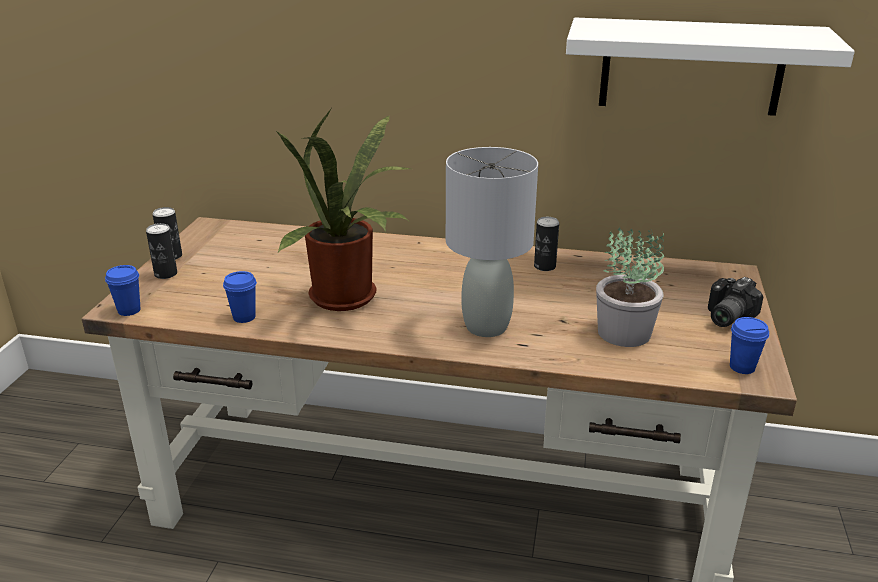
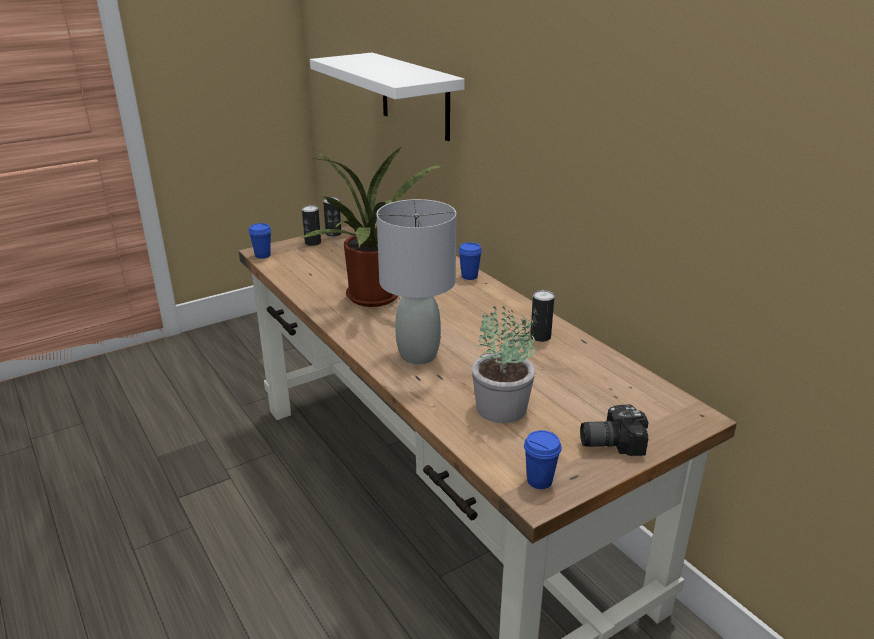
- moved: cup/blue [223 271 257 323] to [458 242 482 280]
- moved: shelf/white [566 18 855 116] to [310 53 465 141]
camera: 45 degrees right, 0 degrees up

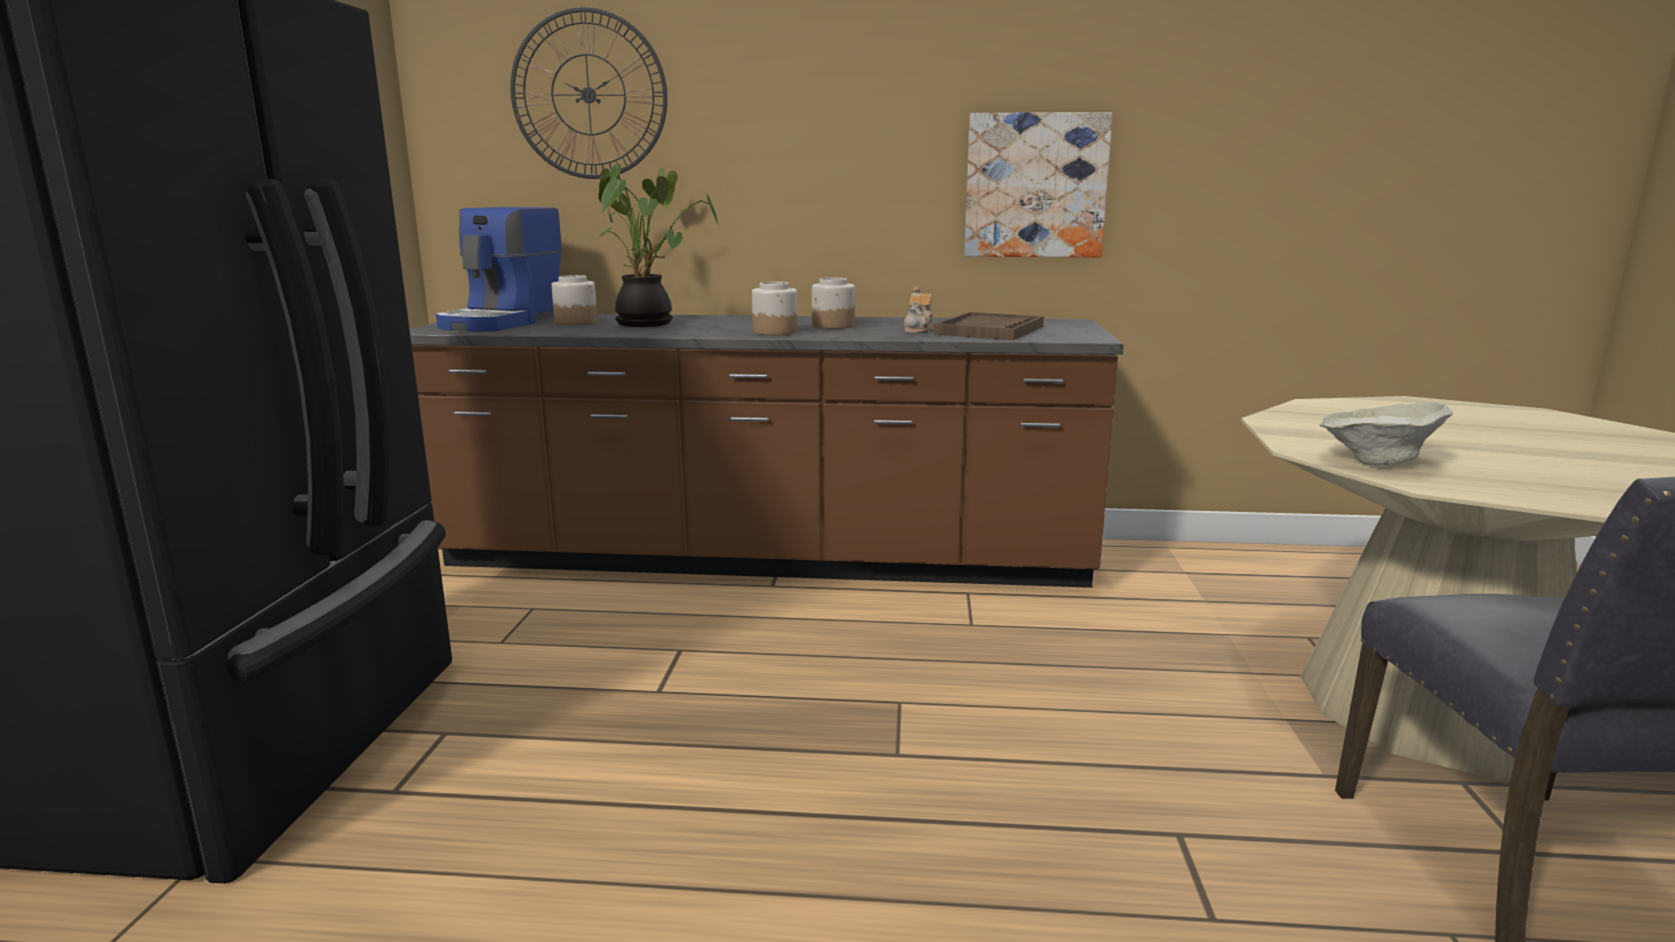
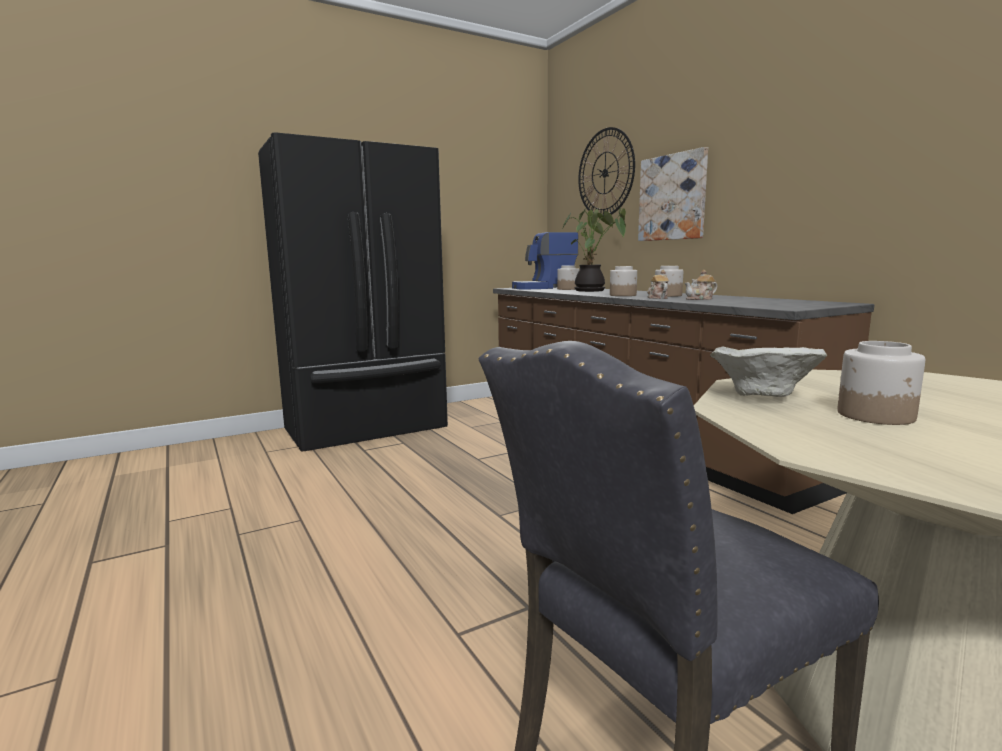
- removed: tray/brown [933 312 1044 340]
- moved: picture [964 112 1113 258] to [638 147 708 241]
- added: teapot [647 270 669 299]
- added: jar [837 341 925 425]
camera: 55 degrees right, 5 degrees down

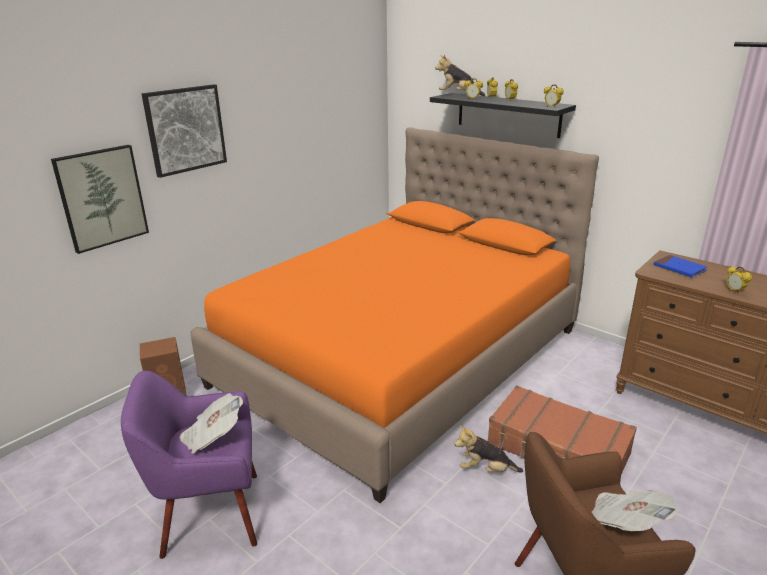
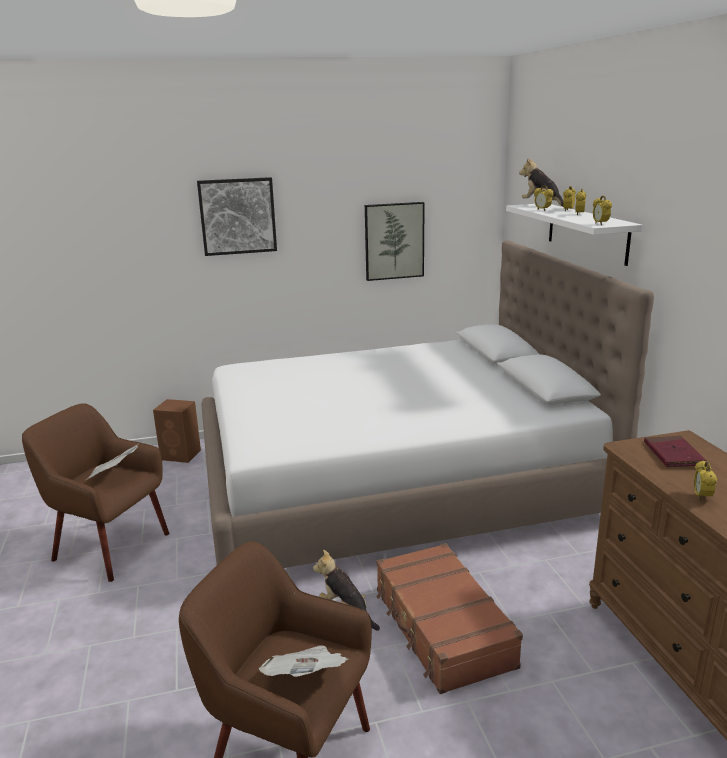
- moved: picture [51 145 149 254] to [365 202 425 281]
- recoloured: armchair/purple [121 371 257 559] to armchair/brown [22 403 169 582]
- recoloured: bed/orange [190 128 599 503] to bed/white [201 240 654 568]
- recoloured: shelf/black [430 93 576 138] to shelf/white [506 204 643 266]
- recoloured: book/blue [653 255 707 278] to book/red [644 436 706 467]
camera: 35 degrees right, 5 degrees down

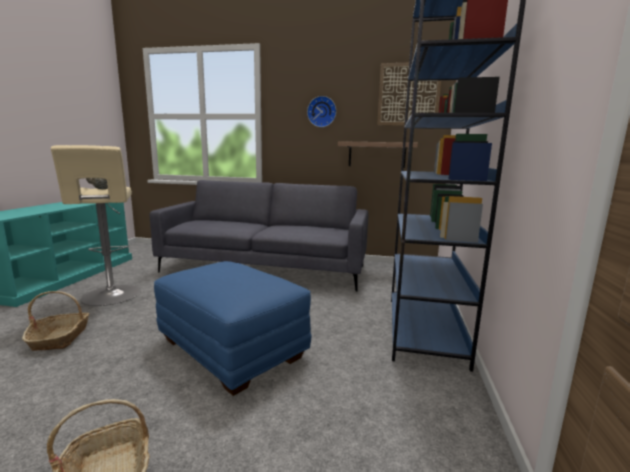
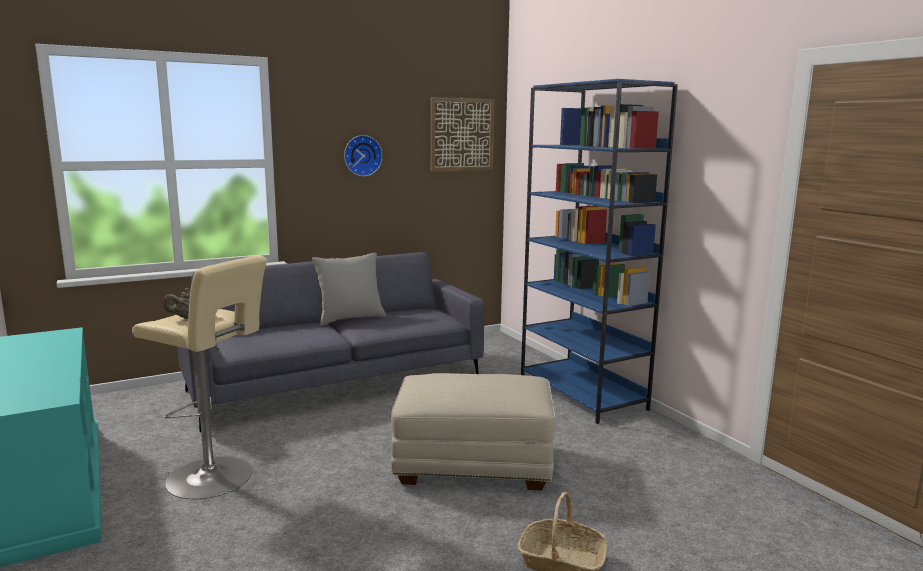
- removed: basket [22 291 89 351]
- recoloured: ottoman/blue [154 261 311 396] to ottoman/beige [391 373 556 491]
- removed: shelf [338 141 418 168]
- added: pillow/grey [312 253 386 326]
camera: 40 degrees left, 0 degrees up

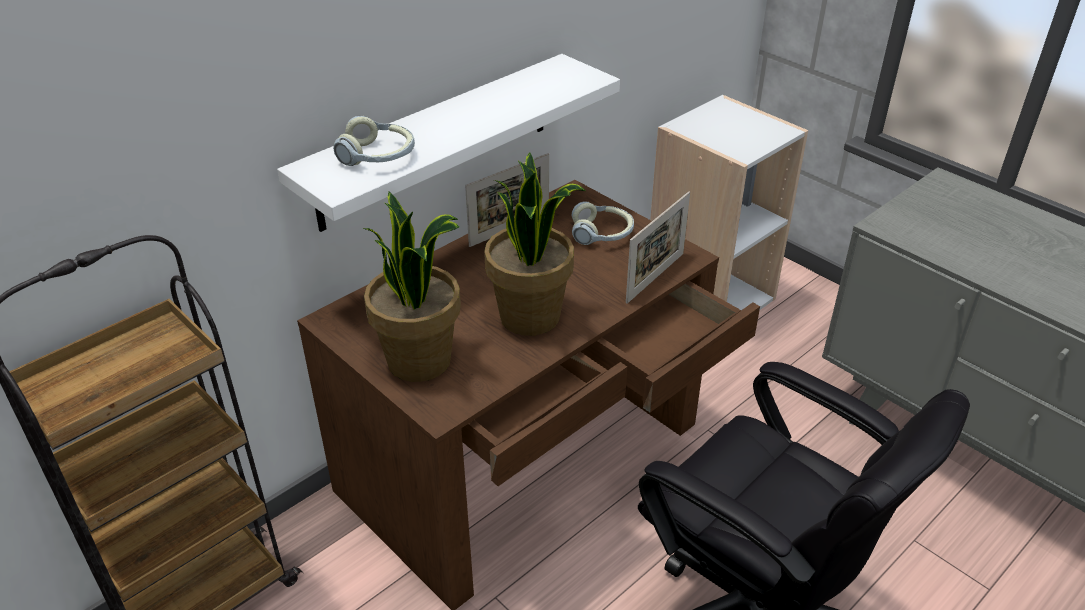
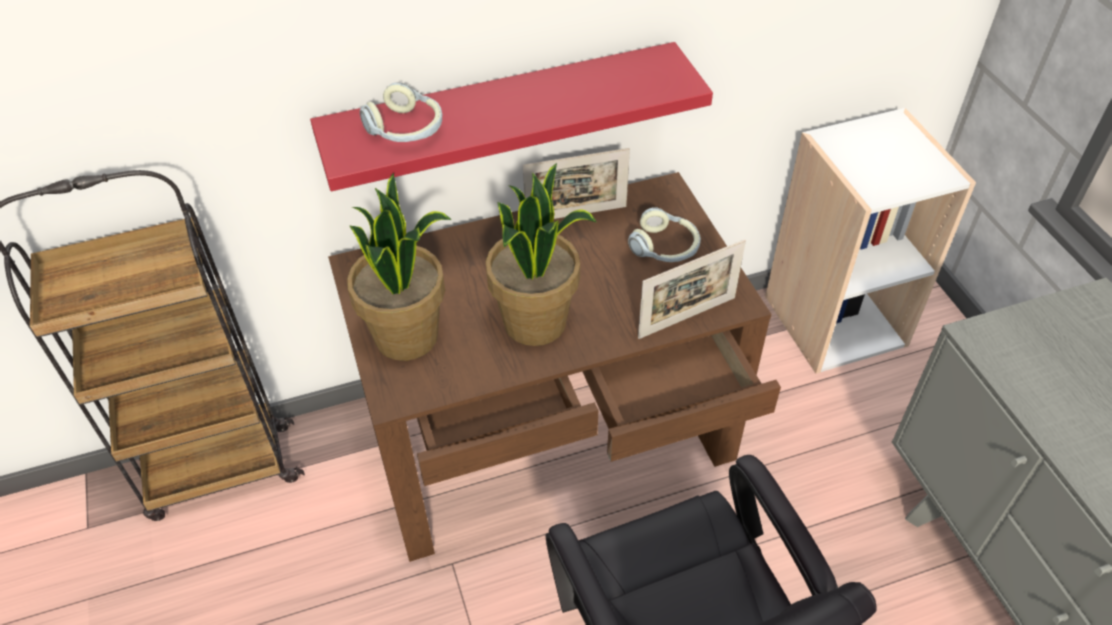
- recoloured: shelf/white [277 54 620 232] to shelf/red [310 42 713 191]
camera: 25 degrees right, 10 degrees up

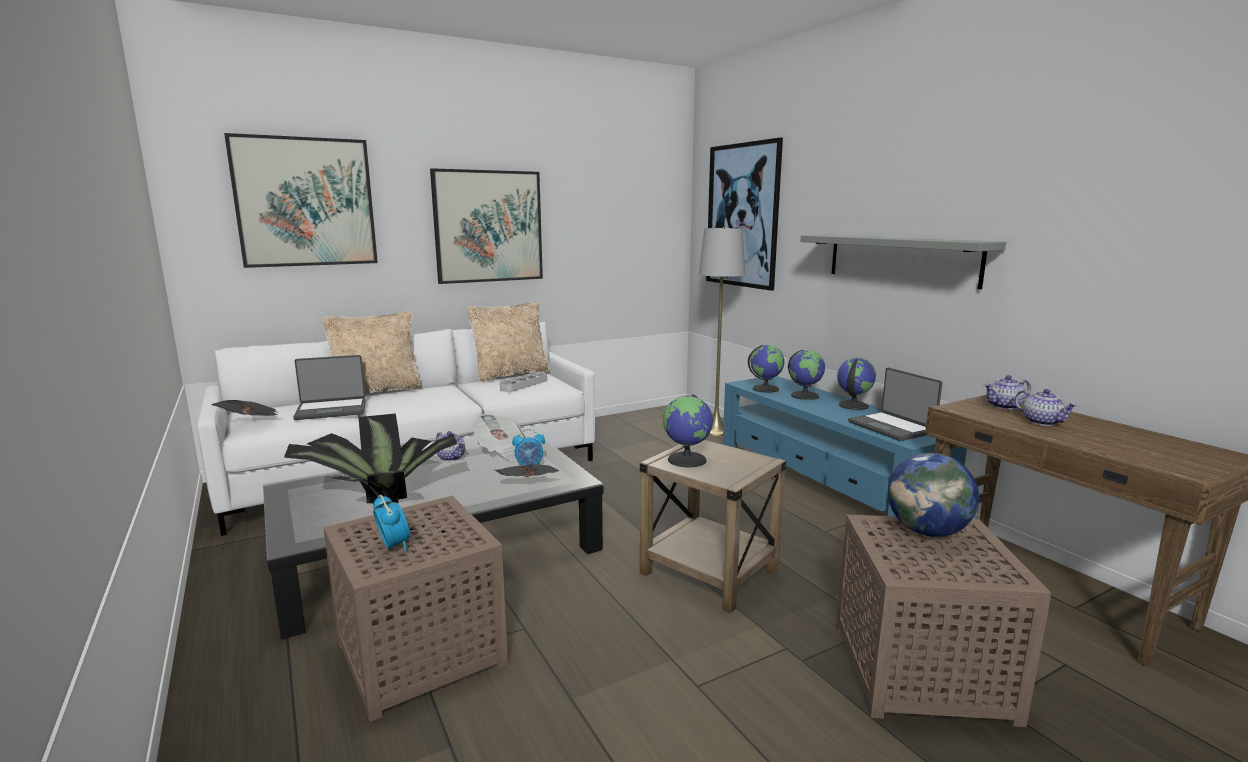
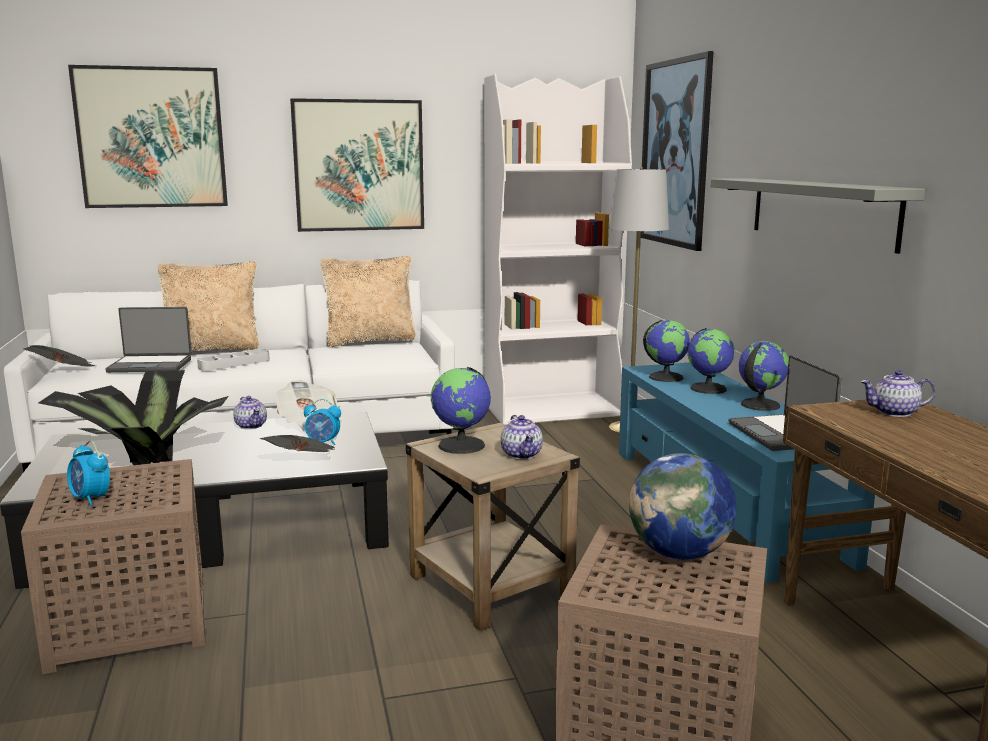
- turned: alarm clock [373 495 411 552] = [67 440 110 506] 150 degrees clockwise
- moved: tray/grey [500 372 547 392] to [197 349 270 371]
- moved: teapot [1014 389 1078 426] to [501 415 543 459]
- added: bookcase/white [484 73 632 425]
camera: 15 degrees right, 0 degrees up

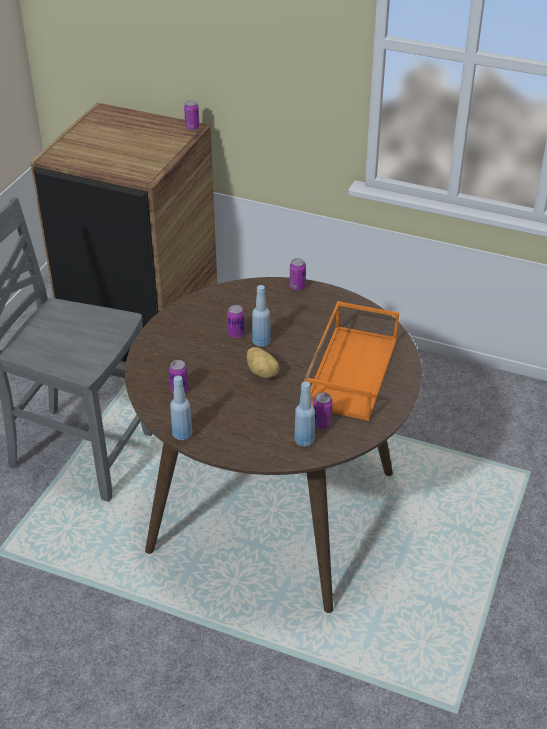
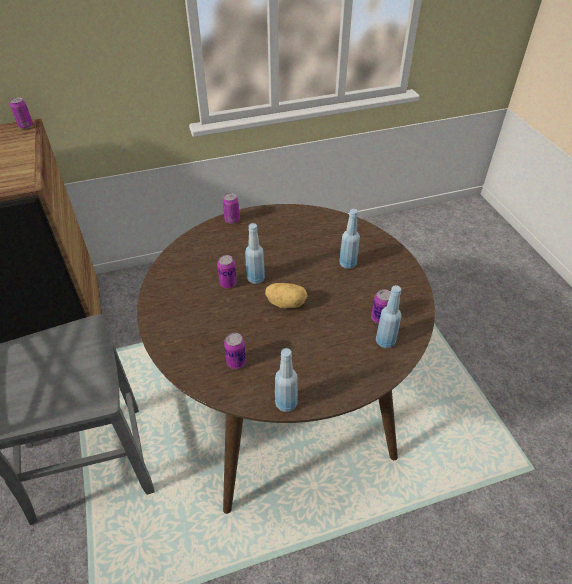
- replaced: tray/orange [304 301 399 421] to bottle/blue [339 209 360 269]
camera: 40 degrees left, 5 degrees up

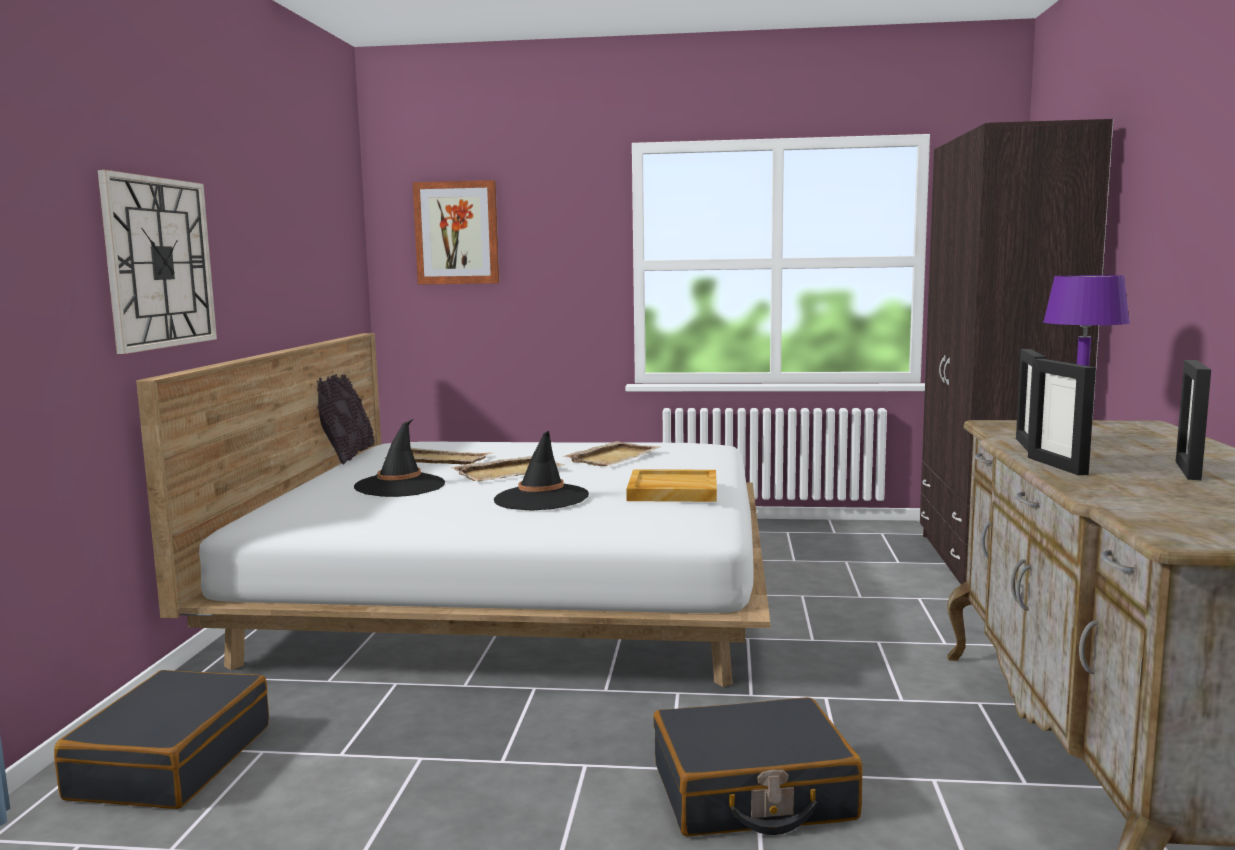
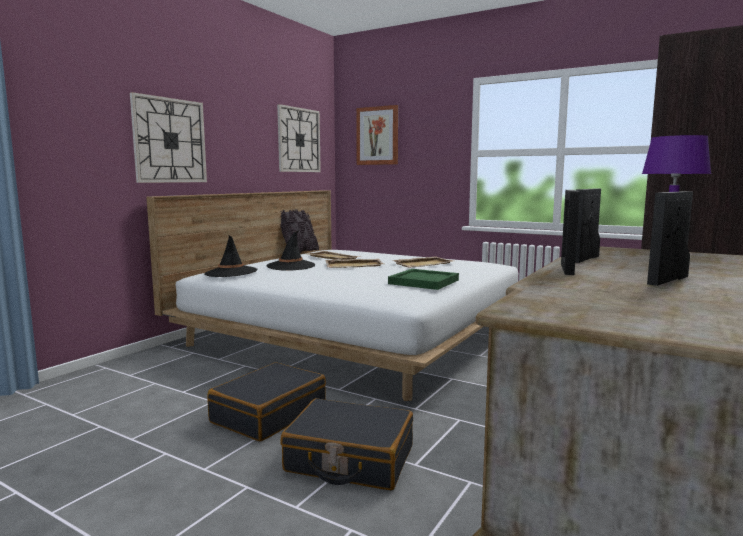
- moved: suitcase/black [54 670 269 809] to [207 362 326 442]
- moved: hat/black [494 431 589 511] to [204 236 257 277]
- recoloured: tray/beige [626 469 717 502] to tray/green [388 269 459 290]
- added: wall clock [277 104 321 172]
camera: 25 degrees right, 0 degrees up

